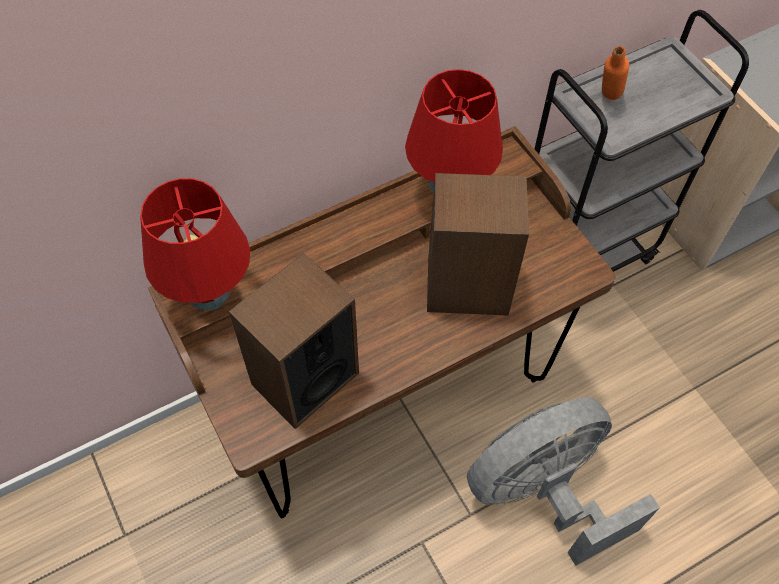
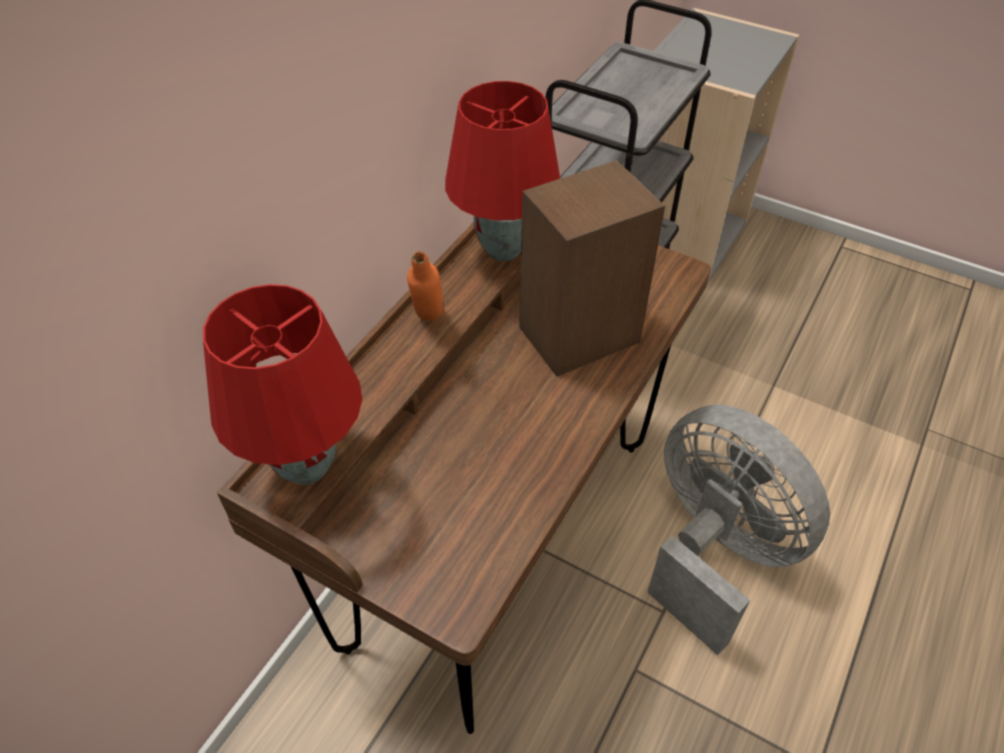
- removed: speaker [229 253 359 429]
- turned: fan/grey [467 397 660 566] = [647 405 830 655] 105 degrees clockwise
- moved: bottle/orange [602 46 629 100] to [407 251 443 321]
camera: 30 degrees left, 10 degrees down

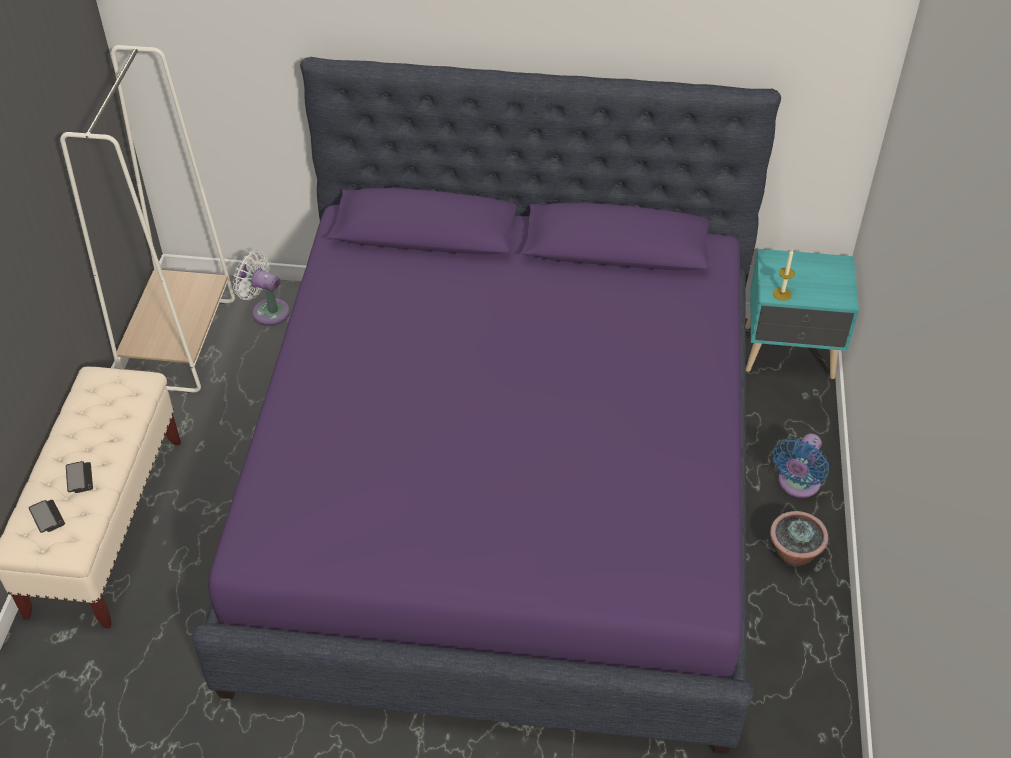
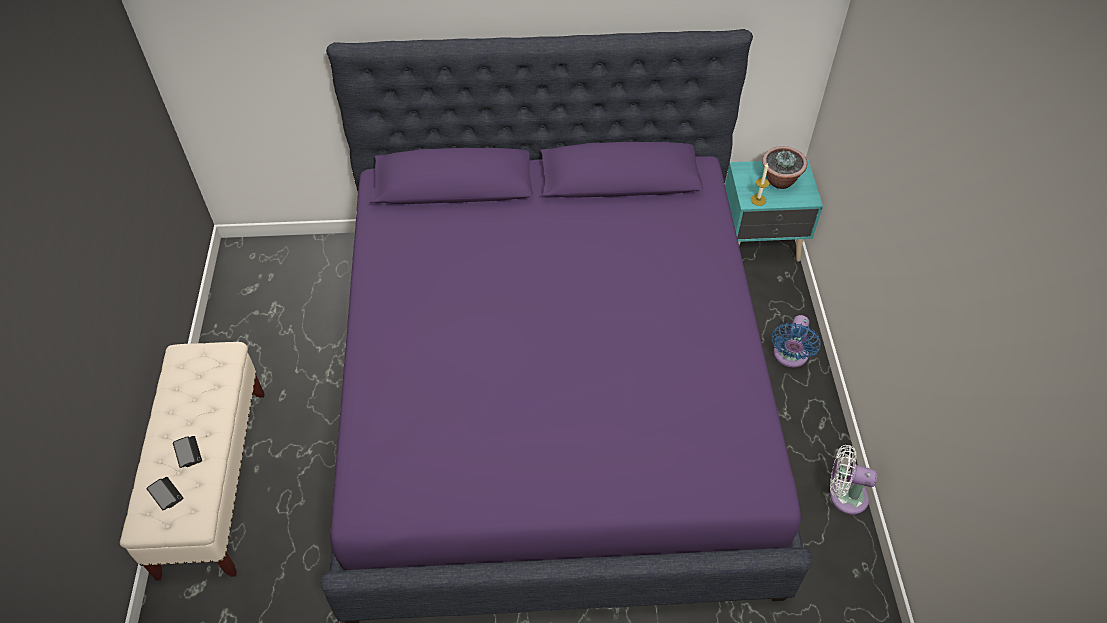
- removed: clothes rack [60 45 235 393]
- moved: fan/white [233 251 290 326] to [830 445 878 515]
- moved: potted plant [770 511 829 566] to [762 146 807 189]
camera: 10 degrees left, 5 degrees up

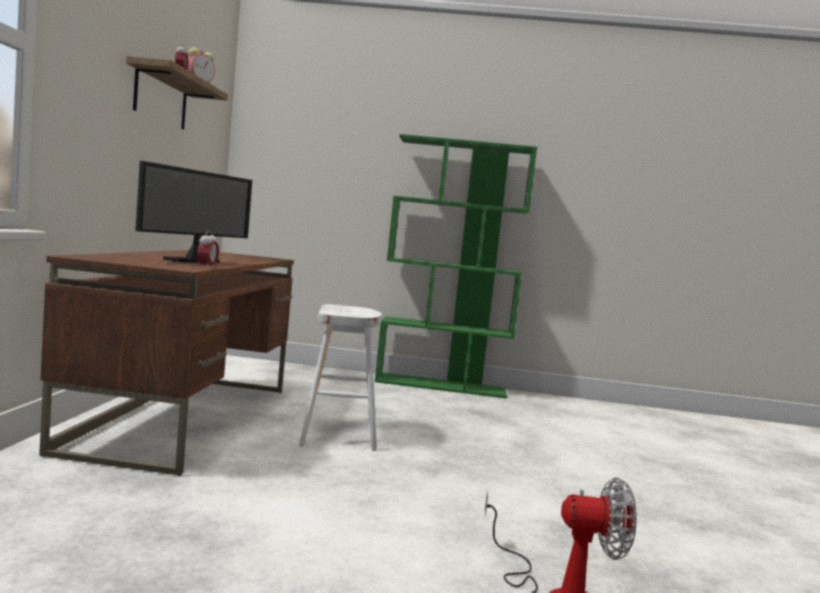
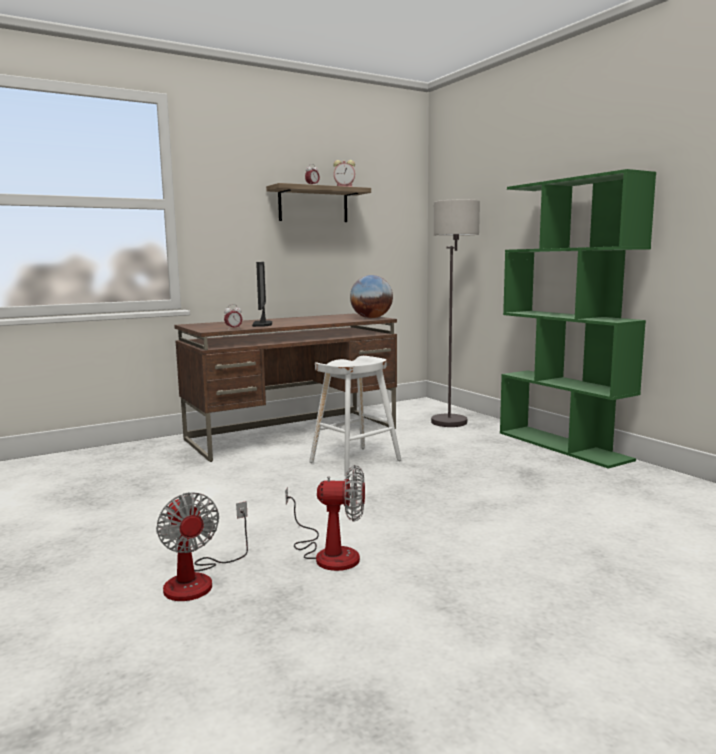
- turned: monitor [135 161 252 263] = [252 262 272 327] 90 degrees counterclockwise
- added: fan [285 465 365 571]
- added: globe [350 275 393 318]
- added: floor lamp/grey [431 199 480 427]
camera: 55 degrees right, 5 degrees up

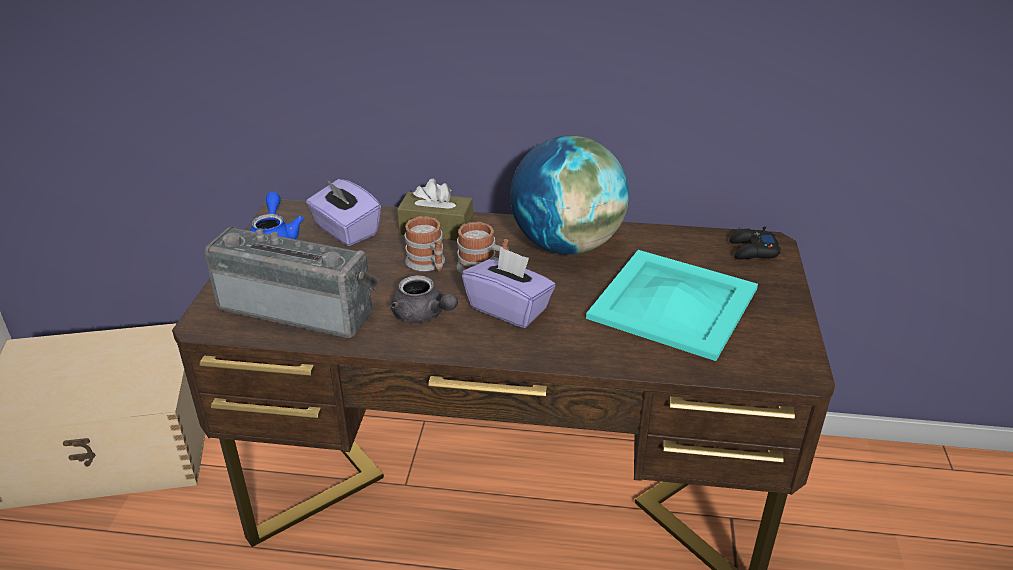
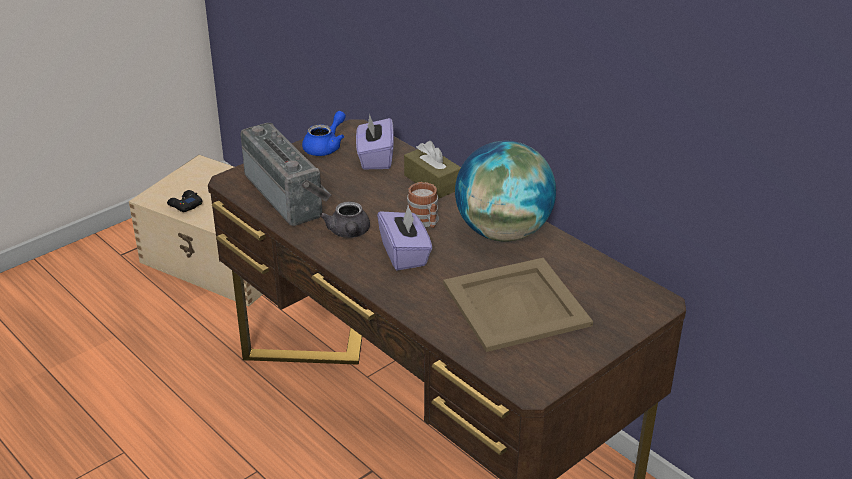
- removed: mug [405 216 445 272]
- recoloured: tray/turquoise [586 250 758 361] to tray/beige [443 258 593 352]
- moved: game controller/black [729 226 781 260] to [167 190 202 212]
camera: 40 degrees right, 0 degrees up

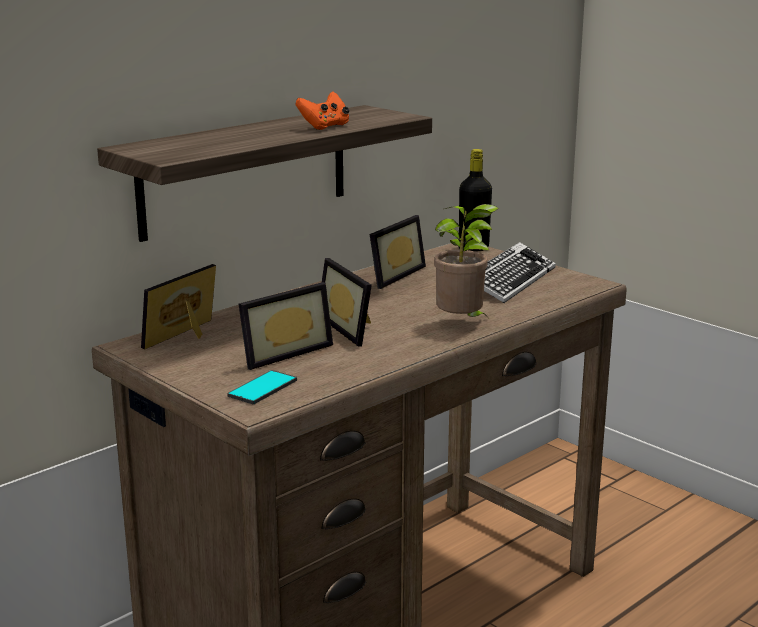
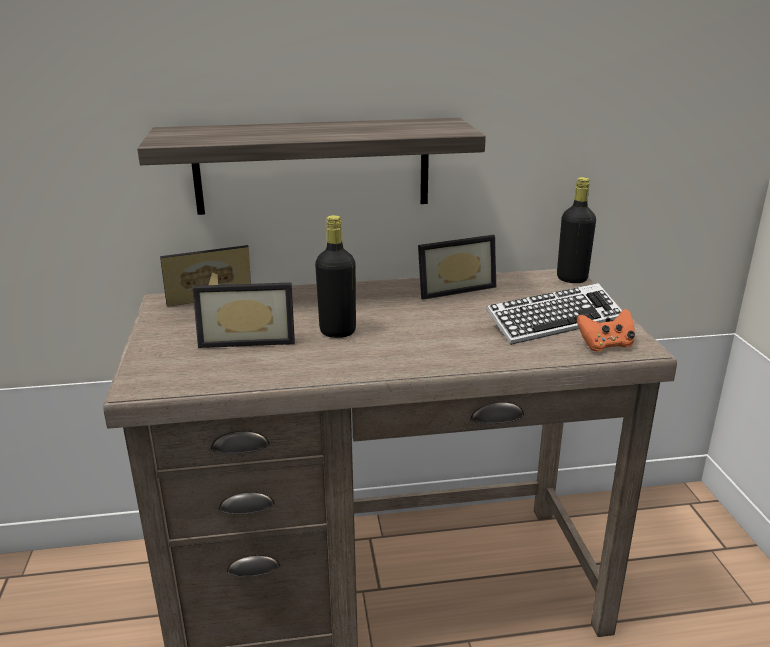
- removed: phone [228 370 297 404]
- moved: game controller/orange [296 91 349 130] to [576 309 635 352]
- replaced: picture frame [321 258 372 346] to bottle/black [315 215 356 338]
- removed: potted plant [434 204 499 317]
camera: 35 degrees right, 5 degrees up

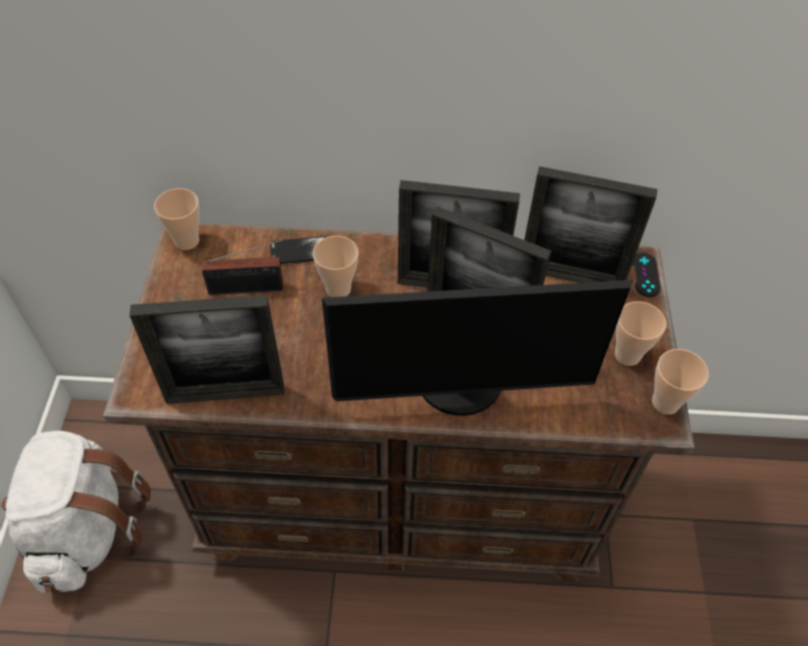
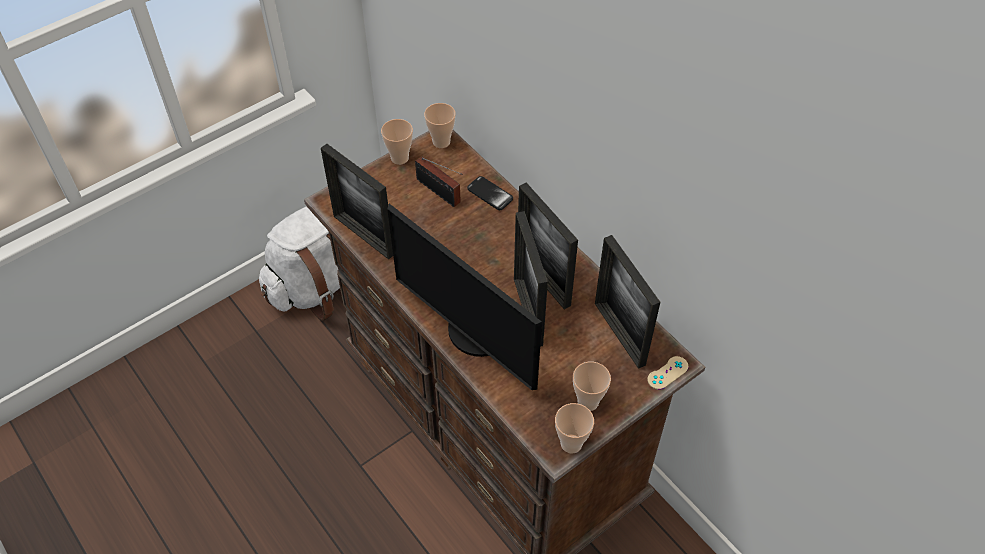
- moved: cup [313 236 358 297] to [381 119 413 165]
- recoloured: game controller/black [632 253 661 297] to game controller/beige [647 356 689 390]
camera: 50 degrees right, 0 degrees up

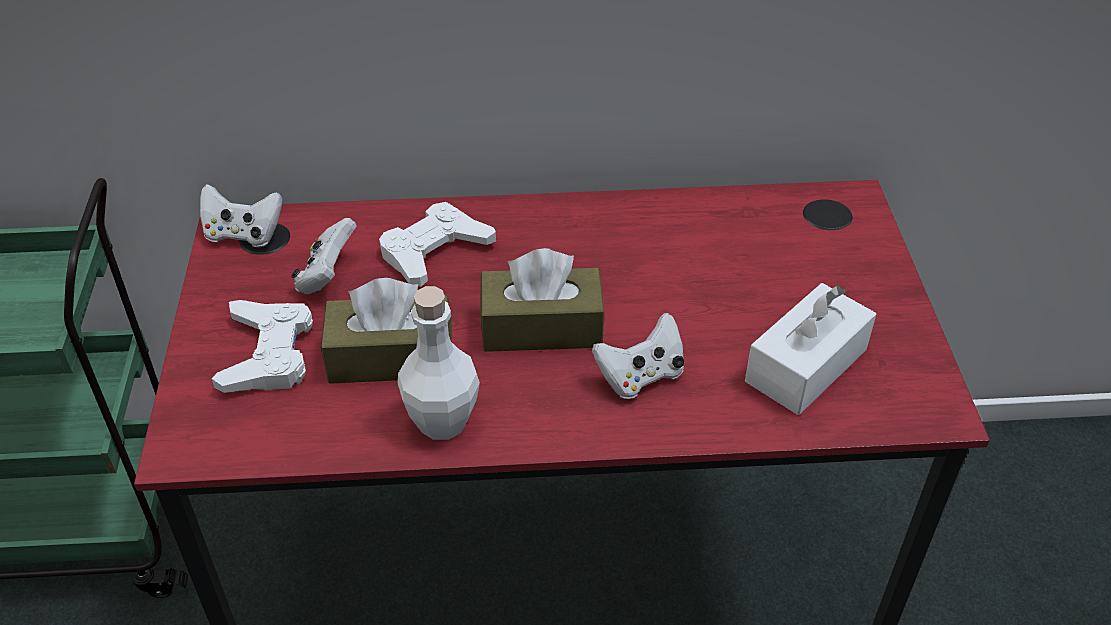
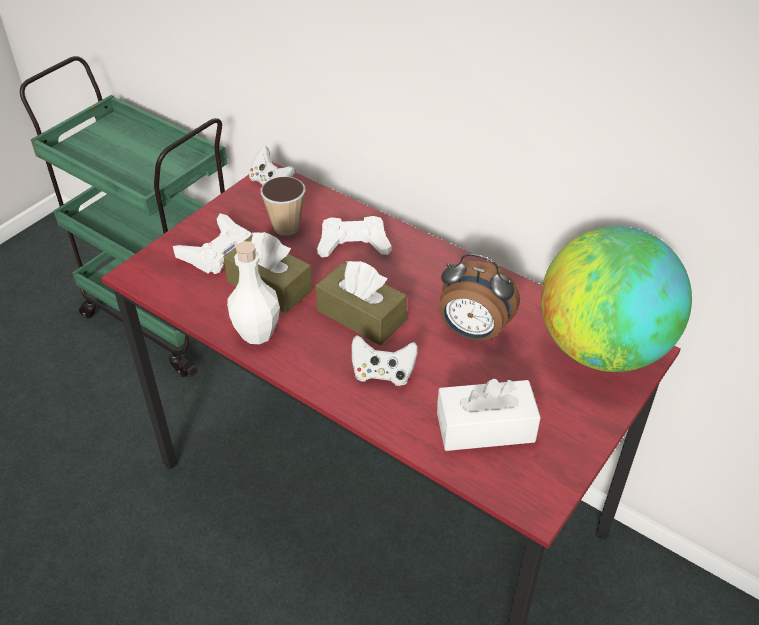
- replaced: game controller/white [291 218 357 294] to cup [261 176 305 236]
- added: alarm clock [439 254 520 341]
- added: globe [541 226 692 372]
camera: 40 degrees right, 0 degrees up

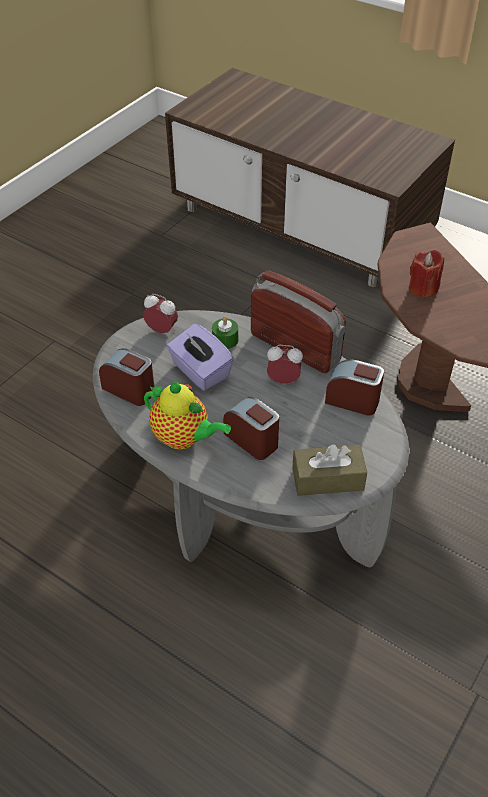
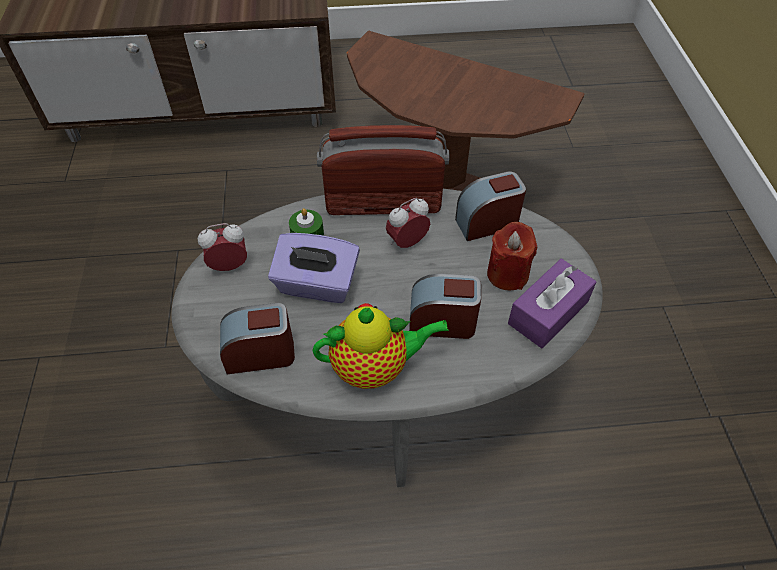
- recoloured: tissue box/brown [292 444 367 496] to tissue box/purple [508 259 596 348]
- moved: candle/red [409 250 444 298] to [487 222 537 290]
camera: 40 degrees left, 5 degrees up

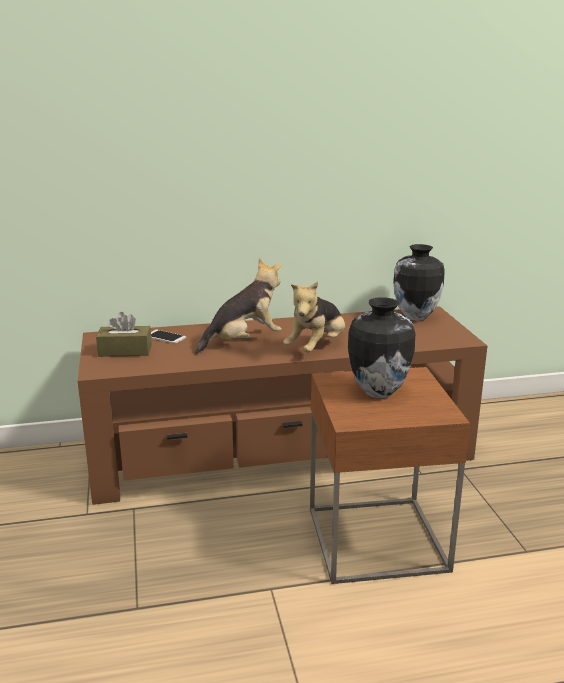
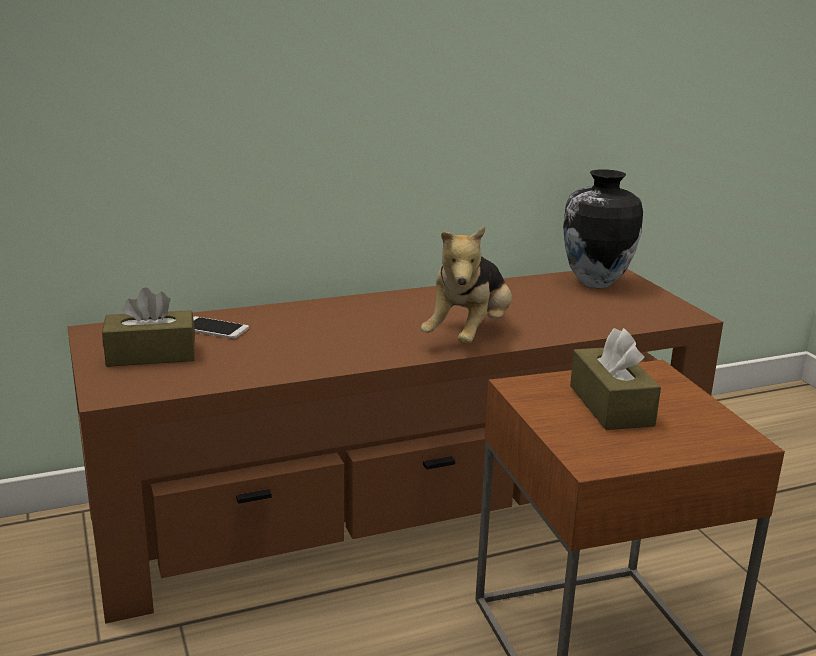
- removed: plush toy [195 258 282 354]
- replaced: vase [348 297 415 398] to tissue box/brown [570 328 661 430]
camera: 10 degrees left, 0 degrees up

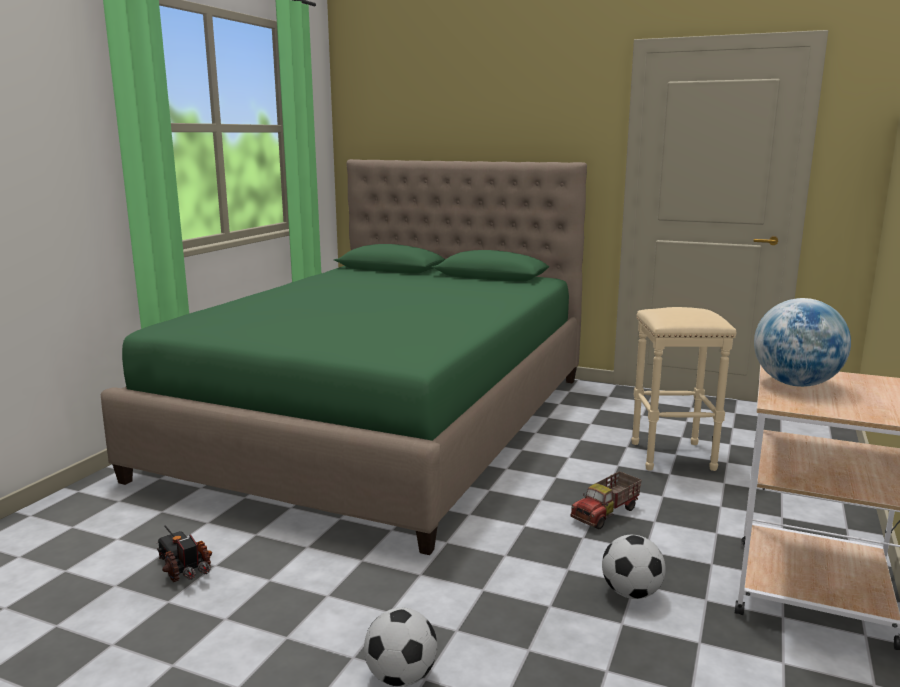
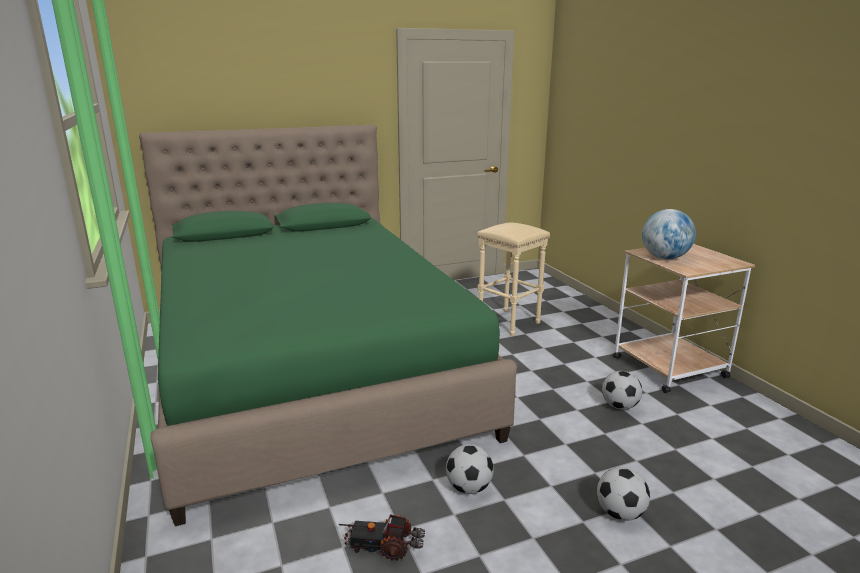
- removed: toy truck [571 471 642 529]
- added: football [446 444 494 494]
camera: 45 degrees left, 5 degrees up

